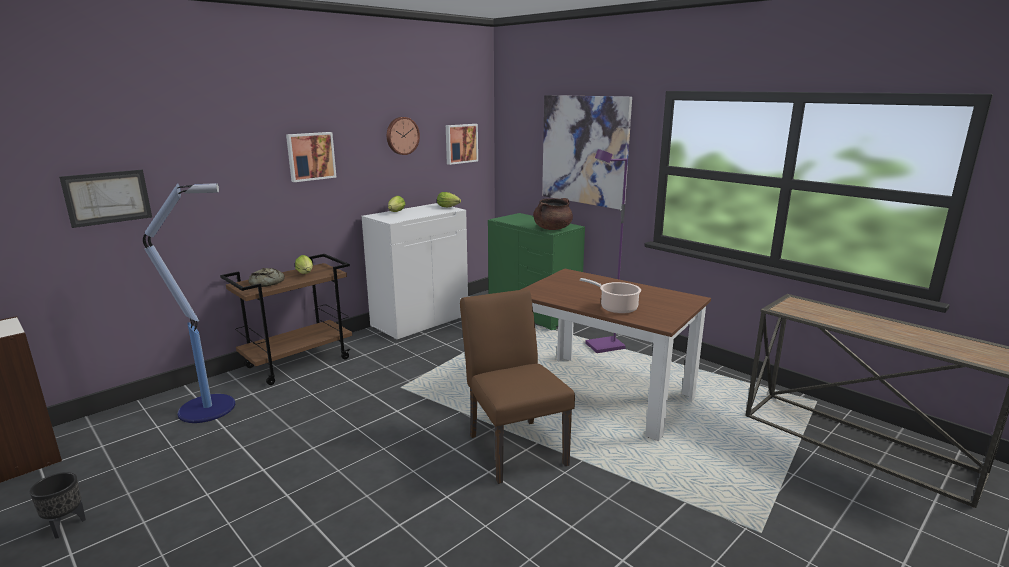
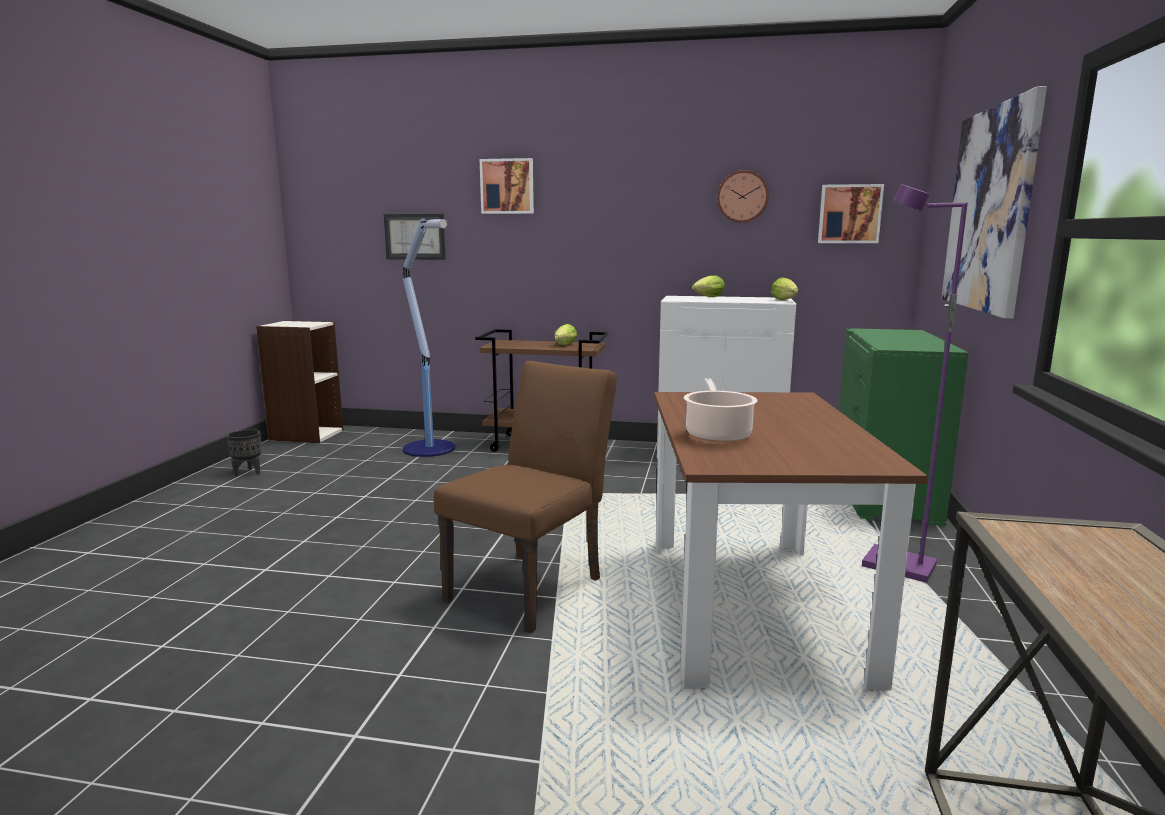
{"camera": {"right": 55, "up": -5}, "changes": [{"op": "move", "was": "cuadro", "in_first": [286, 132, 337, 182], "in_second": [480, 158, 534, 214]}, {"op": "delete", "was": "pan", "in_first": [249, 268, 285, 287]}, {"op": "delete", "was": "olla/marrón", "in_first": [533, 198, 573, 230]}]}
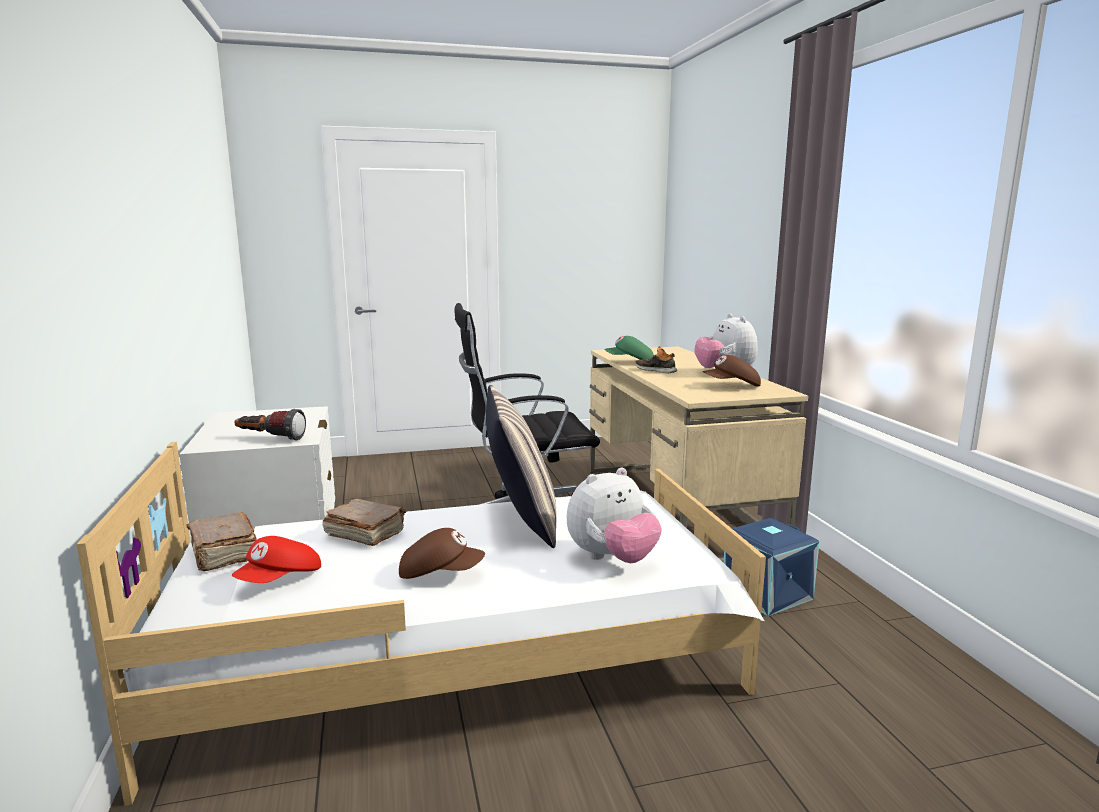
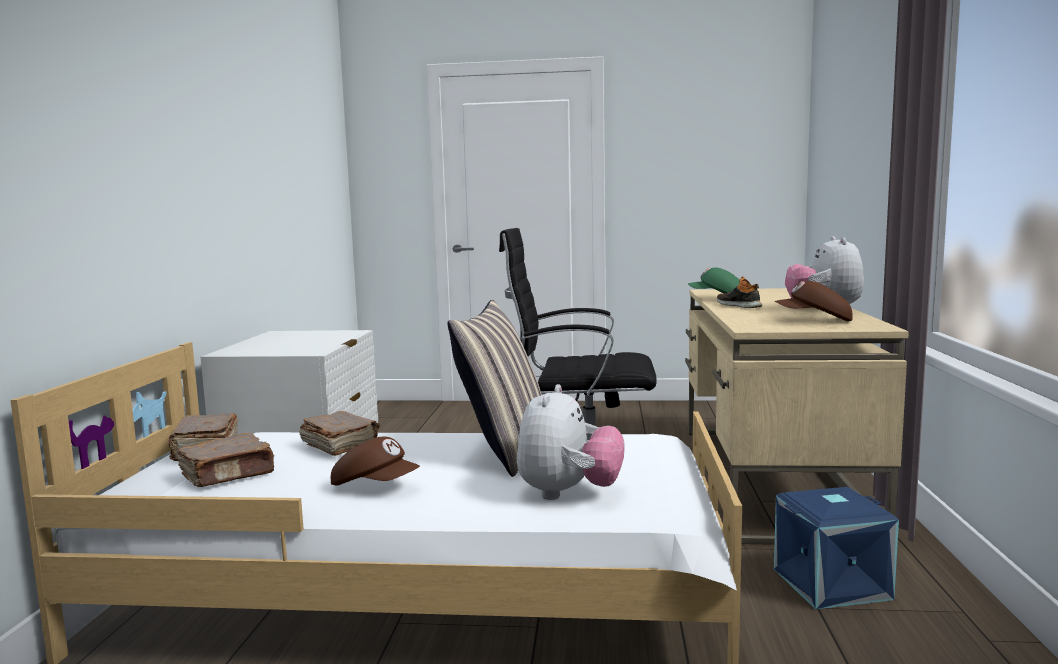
{"camera": {"right": 20, "up": -5}, "changes": [{"op": "replace", "was": "gorra/rojo", "now": "libro/marrón", "in_first": [232, 536, 321, 583], "in_second": [178, 433, 275, 487]}, {"op": "rotate", "was": "peluche", "in_first": [567, 468, 662, 563], "in_second": [517, 384, 625, 500], "clockwise": -60}, {"op": "delete", "was": "linterna", "in_first": [235, 409, 306, 440]}]}
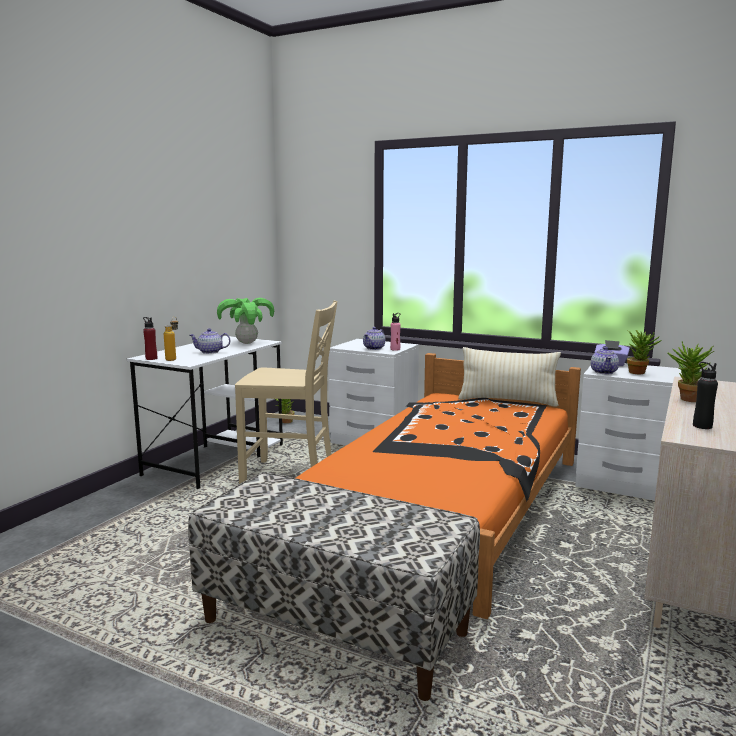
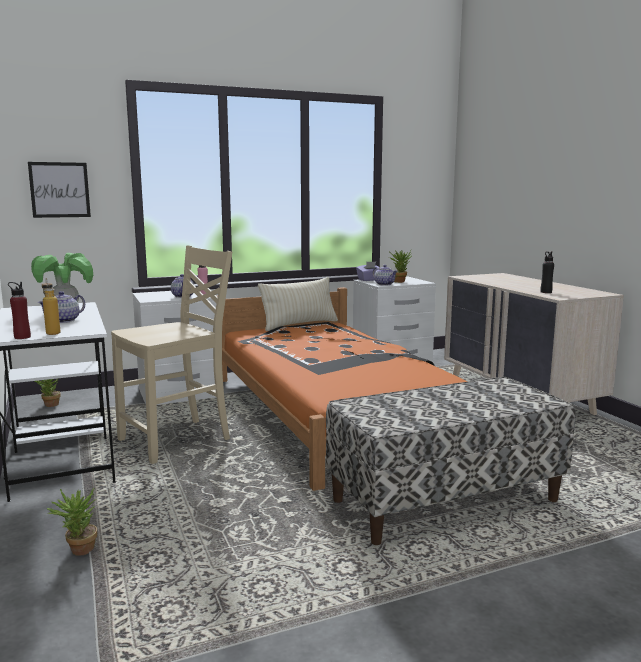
{"camera": {"right": -50, "up": 0}, "changes": [{"op": "insert", "now": "cuadro", "in_second": [28, 162, 91, 218]}, {"op": "move", "was": "planta en maceta", "in_first": [668, 341, 715, 402], "in_second": [47, 487, 97, 556]}]}
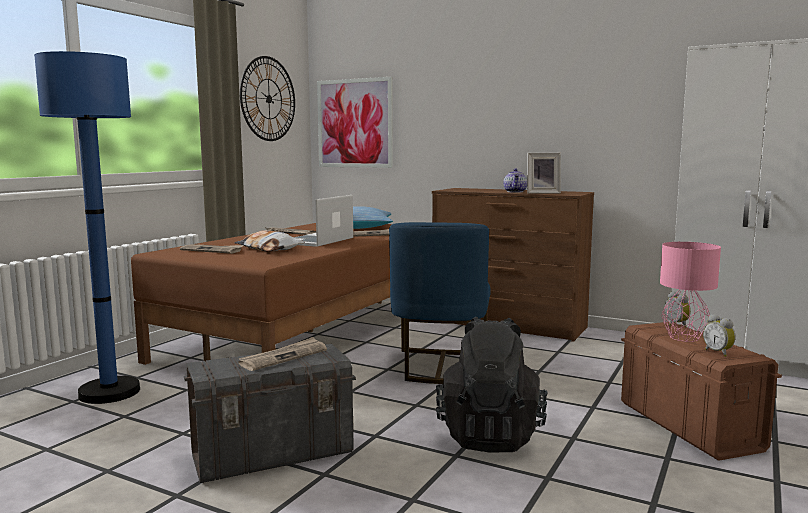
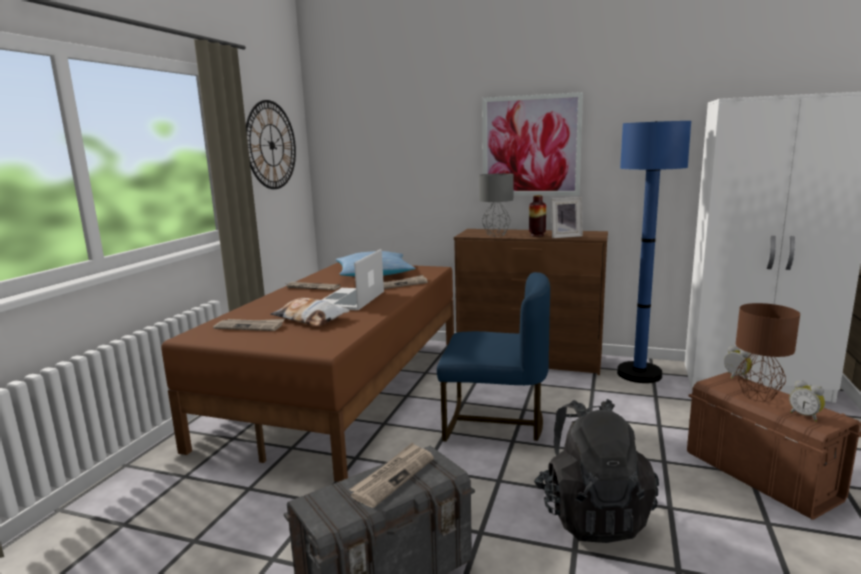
{"camera": {"right": -10, "up": 5}, "changes": [{"op": "rotate", "was": "silla/azul", "in_first": [389, 222, 491, 384], "in_second": [437, 272, 550, 442], "clockwise": -75}, {"op": "insert", "now": "lámpara de mesa/gris", "in_second": [479, 173, 514, 236]}, {"op": "move", "was": "cuadro", "in_first": [317, 77, 393, 168], "in_second": [482, 92, 583, 195]}, {"op": "replace", "was": "tetera", "now": "florero", "in_first": [503, 168, 527, 193], "in_second": [529, 195, 546, 237]}, {"op": "move", "was": "lámpara de pie/azul", "in_first": [34, 51, 140, 404], "in_second": [617, 121, 691, 383]}, {"op": "recolor", "was": "lámpara de mesa/rosa", "now": "lámpara de mesa/marrón", "in_first": [660, 242, 721, 342], "in_second": [736, 303, 800, 402]}]}
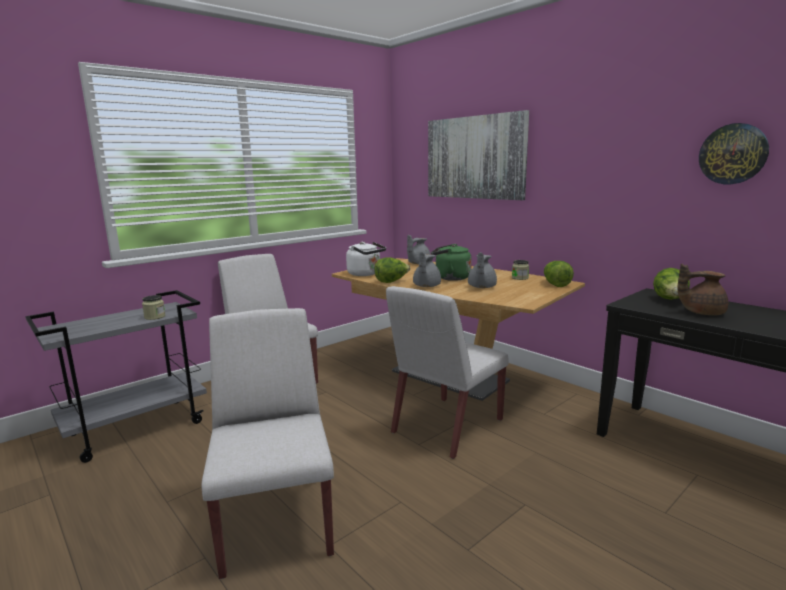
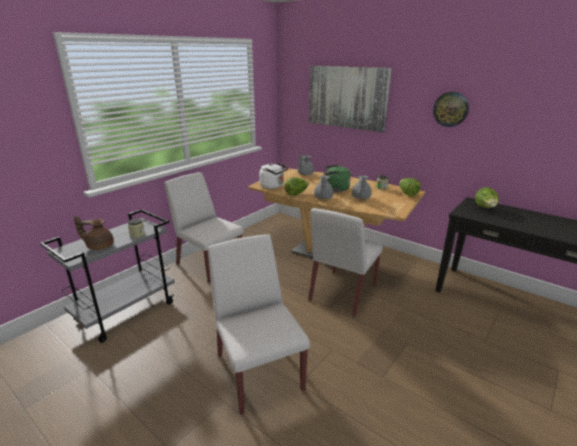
{"camera": {"right": -10, "up": 10}, "changes": [{"op": "move", "was": "tetera/marrón", "in_first": [677, 264, 728, 315], "in_second": [74, 216, 114, 250]}, {"op": "move", "was": "reloj de pared", "in_first": [699, 123, 769, 184], "in_second": [433, 92, 469, 127]}]}
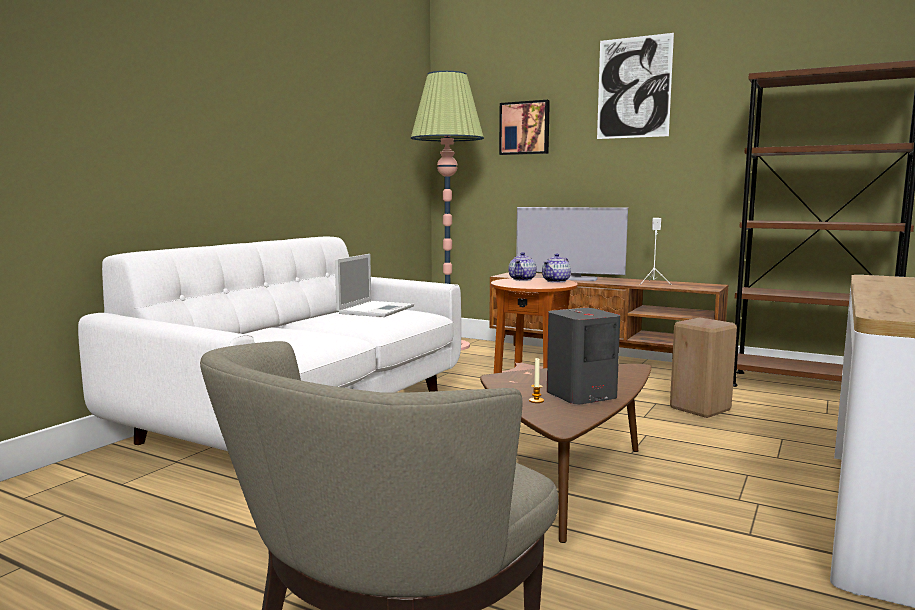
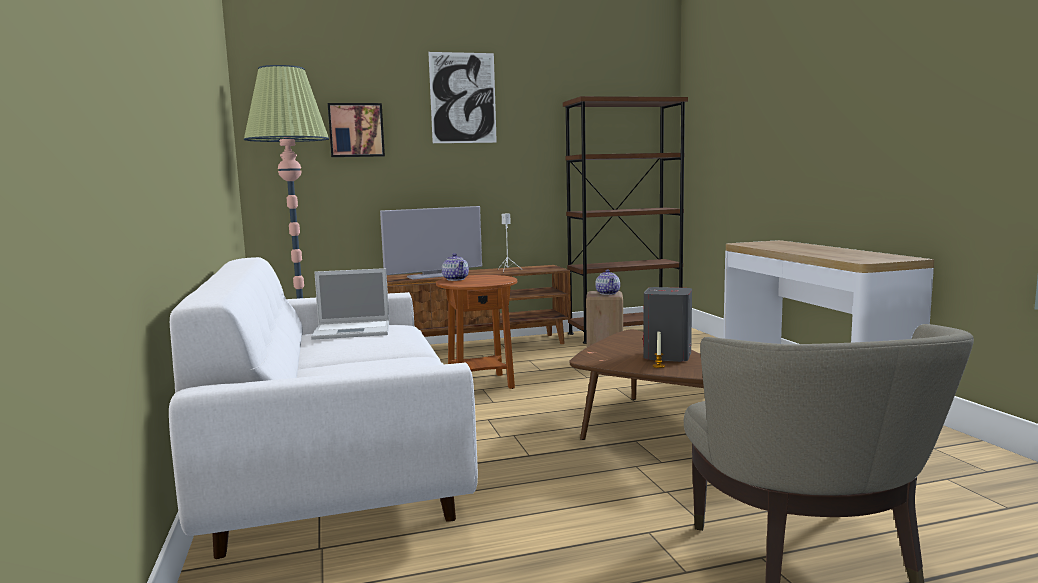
{"camera": {"right": -45, "up": 0}, "changes": [{"op": "rotate", "was": "portátil", "in_first": [335, 254, 414, 317], "in_second": [311, 268, 389, 340], "clockwise": 105}, {"op": "move", "was": "tetera", "in_first": [542, 253, 571, 283], "in_second": [595, 269, 620, 295]}]}
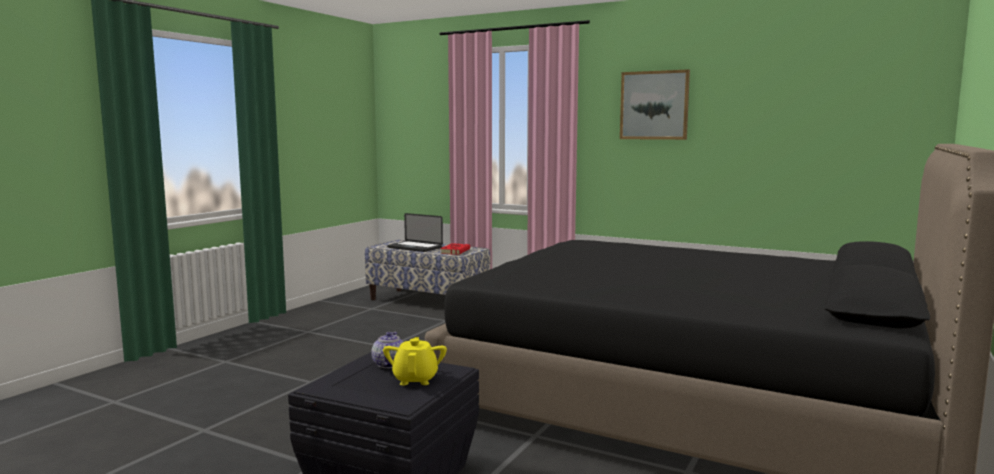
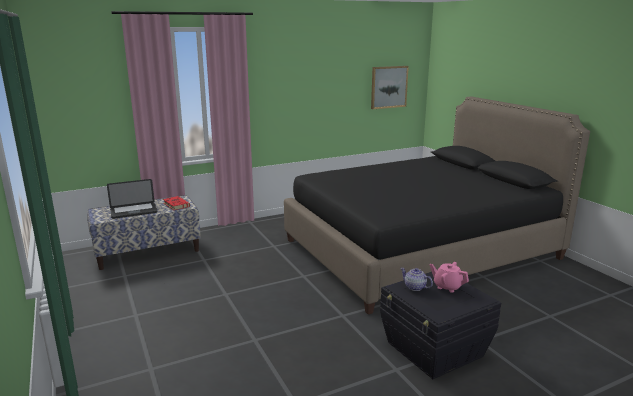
{"camera": {"right": -55, "up": 10}, "changes": [{"op": "move", "was": "cuadro", "in_first": [620, 69, 690, 140], "in_second": [371, 66, 409, 109]}, {"op": "recolor", "was": "tetera/amarillo", "now": "tetera/rosa", "in_first": [383, 337, 447, 385], "in_second": [430, 262, 469, 293]}]}
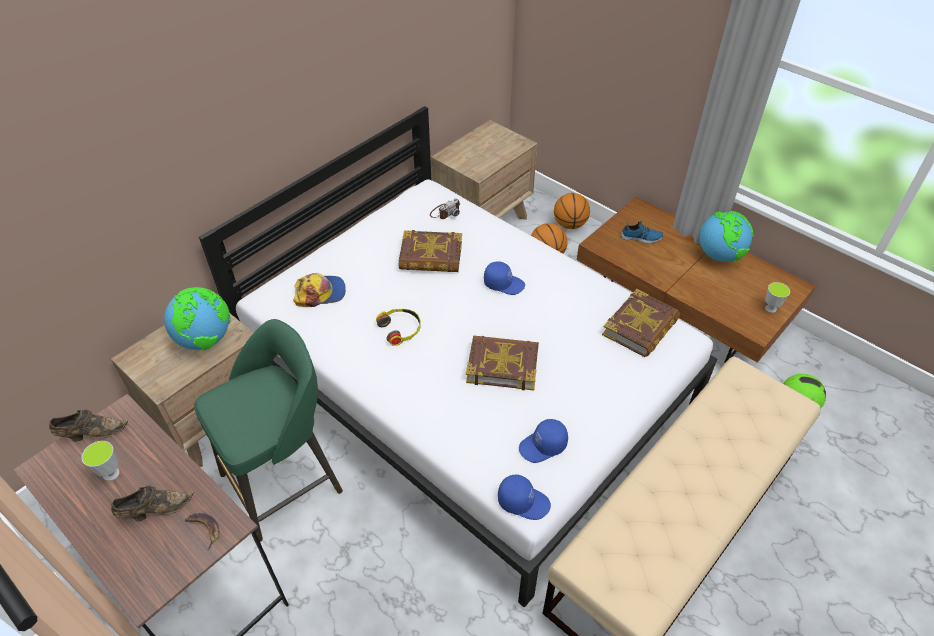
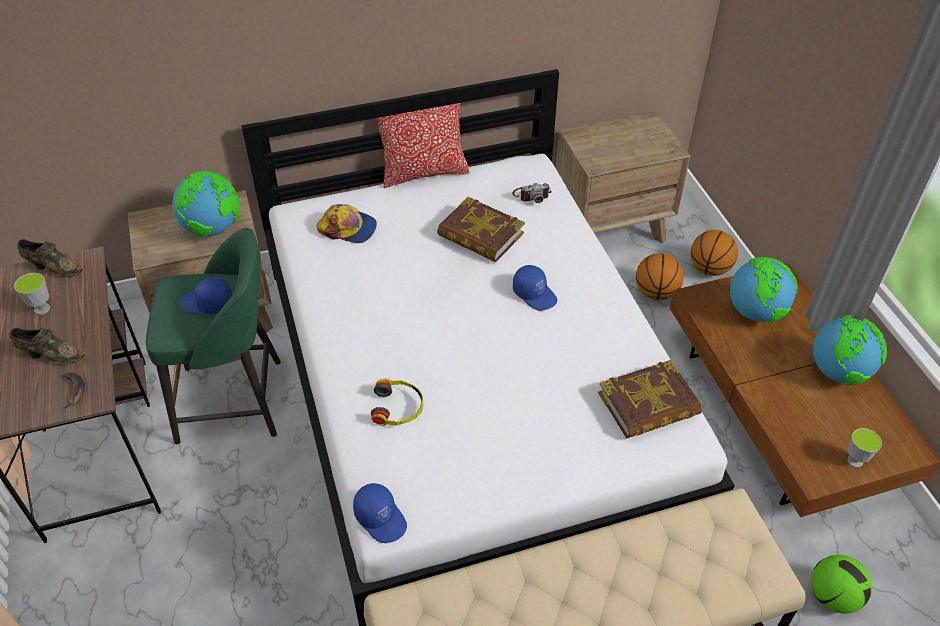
{"camera": {"right": 30, "up": 0}, "changes": [{"op": "move", "was": "gorra/azul", "in_first": [519, 419, 568, 463], "in_second": [180, 277, 232, 314]}, {"op": "move", "was": "auriculares", "in_first": [376, 309, 421, 346], "in_second": [371, 378, 423, 426]}, {"op": "insert", "now": "cojín", "in_second": [376, 103, 469, 188]}, {"op": "replace", "was": "zapato", "now": "globo terráqueo", "in_first": [621, 220, 664, 243], "in_second": [730, 257, 798, 323]}, {"op": "delete", "was": "libro", "in_first": [466, 335, 539, 391]}]}
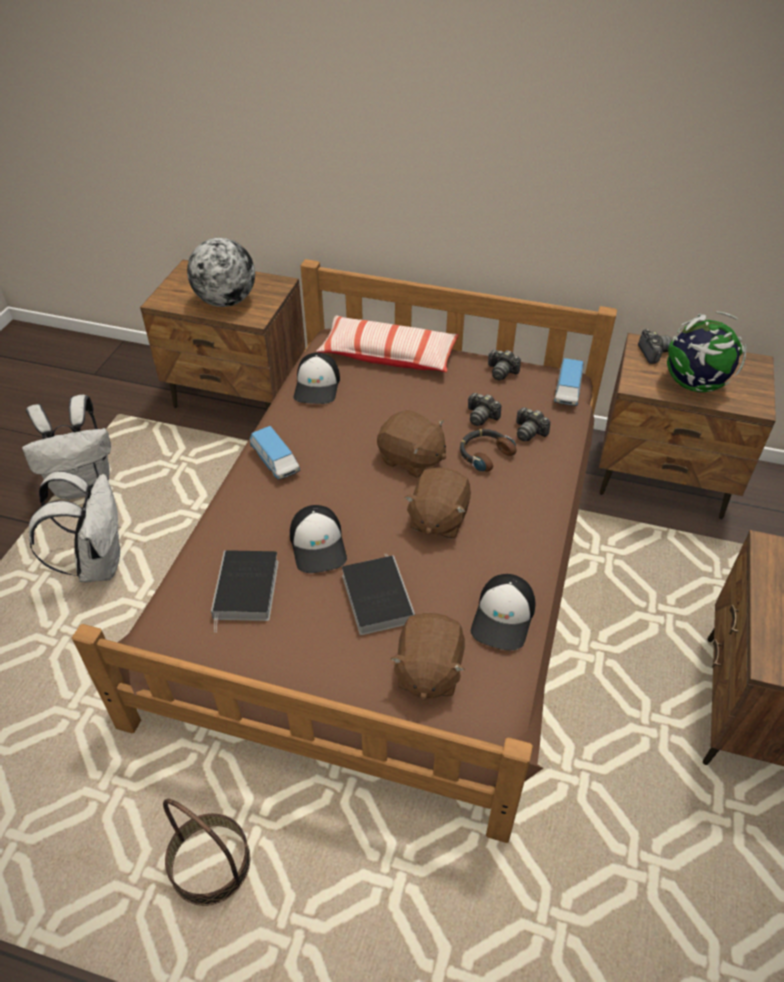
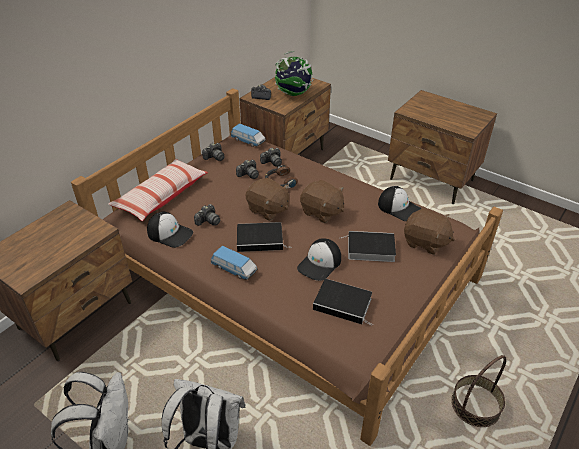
{"camera": {"right": -70, "up": -5}, "changes": [{"op": "insert", "now": "cámara", "in_second": [194, 204, 220, 226]}, {"op": "rotate", "was": "coche de juguete", "in_first": [250, 426, 300, 480], "in_second": [211, 246, 258, 280], "clockwise": 45}, {"op": "insert", "now": "libro", "in_second": [237, 222, 289, 252]}, {"op": "rotate", "was": "peluche/marrón", "in_first": [377, 410, 446, 478], "in_second": [246, 178, 289, 221], "clockwise": 75}, {"op": "rotate", "was": "gorra", "in_first": [290, 505, 347, 573], "in_second": [297, 238, 341, 281], "clockwise": 120}, {"op": "delete", "was": "globo terráqueo", "in_first": [187, 238, 255, 307]}]}
